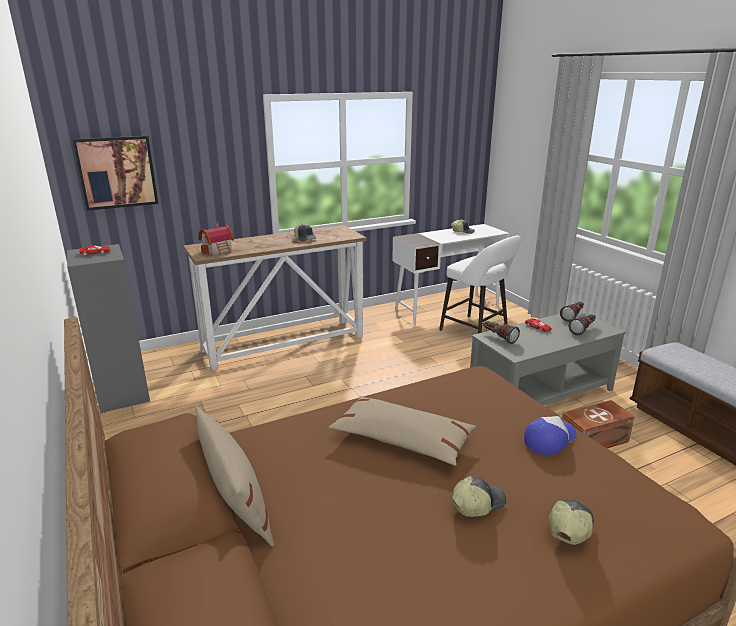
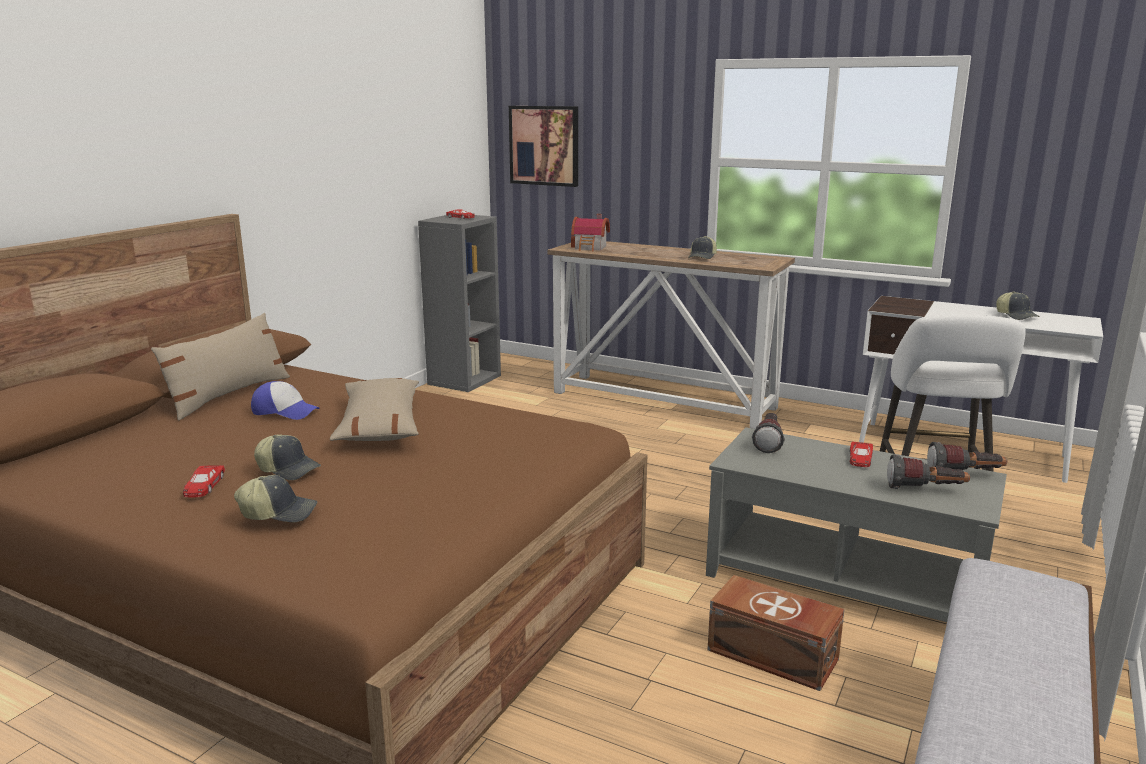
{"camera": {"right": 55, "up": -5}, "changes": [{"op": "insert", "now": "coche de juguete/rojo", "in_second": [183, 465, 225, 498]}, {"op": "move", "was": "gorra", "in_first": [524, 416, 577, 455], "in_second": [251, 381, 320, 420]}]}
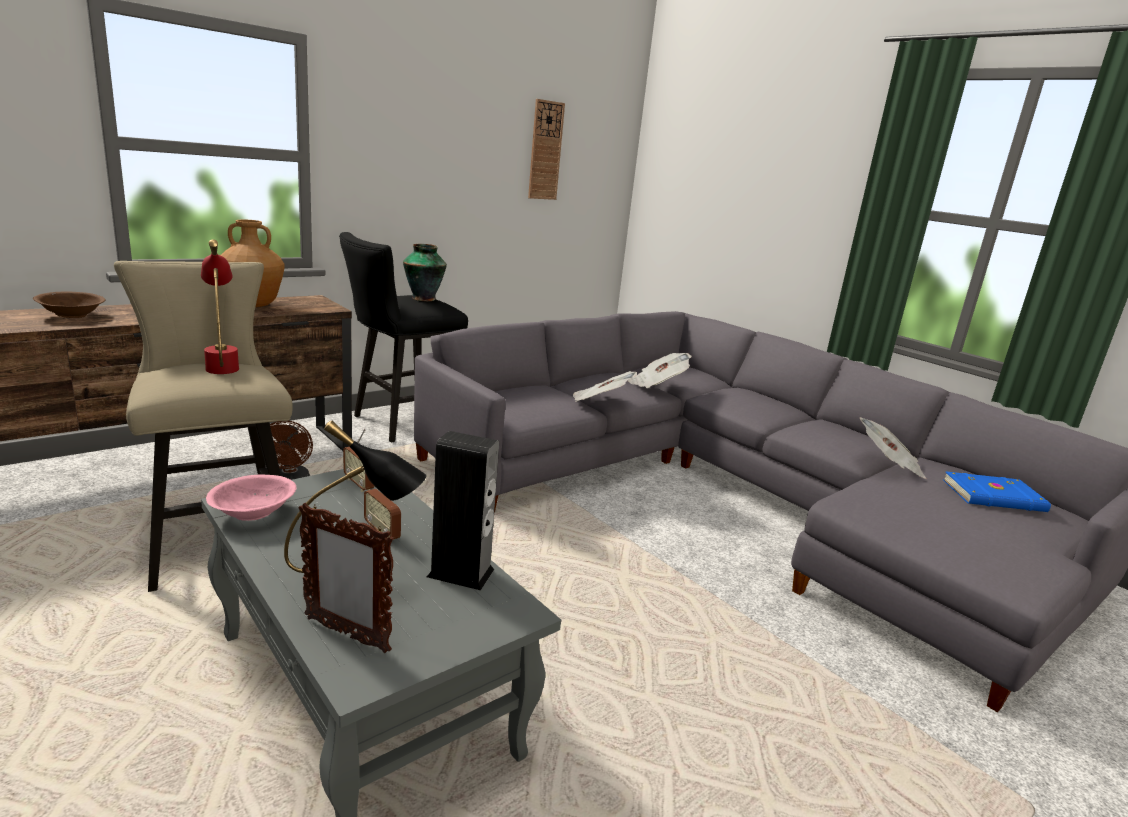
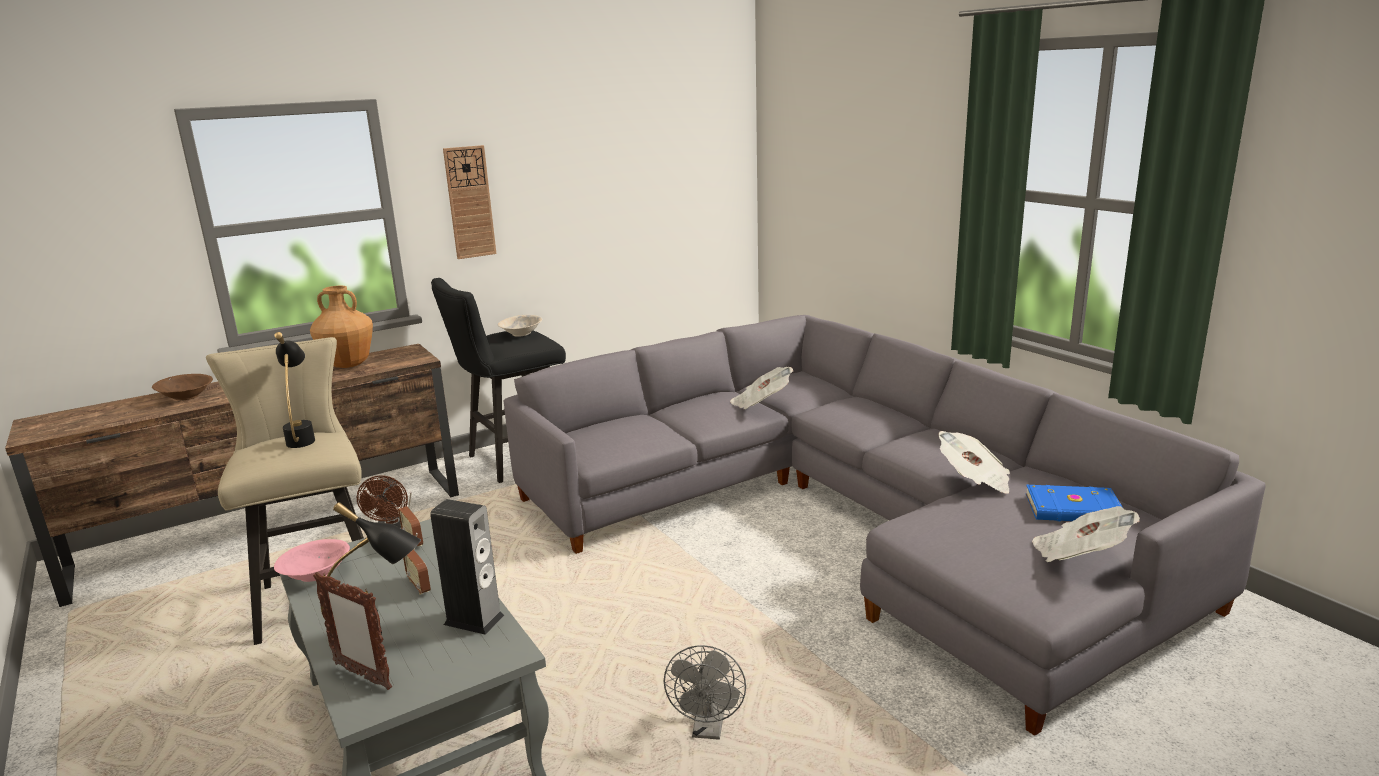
{"camera": {"right": 10, "up": 0}, "changes": [{"op": "recolor", "was": "lámpara de mesa/rojo", "now": "lámpara de mesa/negro", "in_first": [201, 239, 239, 374], "in_second": [274, 332, 315, 448]}, {"op": "move", "was": "reloj de pared", "in_first": [528, 99, 565, 200], "in_second": [443, 145, 497, 259]}, {"op": "replace", "was": "florero", "now": "cuenco/beis", "in_first": [403, 244, 447, 301], "in_second": [498, 315, 542, 337]}, {"op": "insert", "now": "ventilador/gris", "in_second": [663, 645, 746, 740]}, {"op": "move", "was": "periódico", "in_first": [573, 371, 637, 402], "in_second": [1032, 506, 1140, 562]}]}
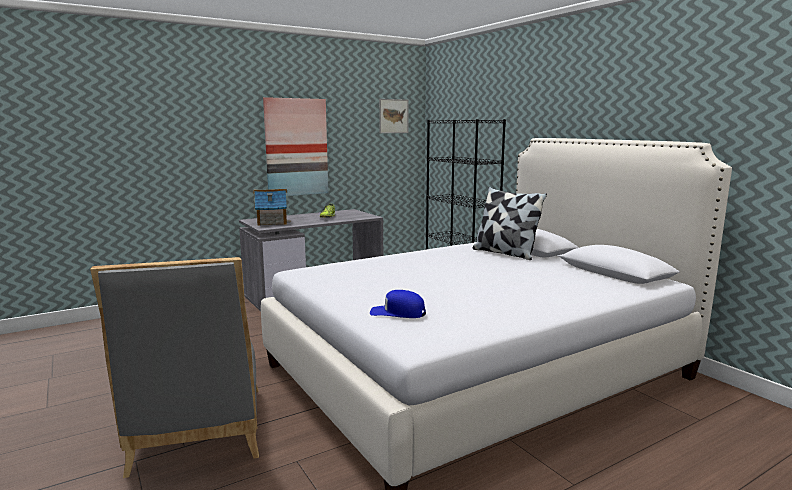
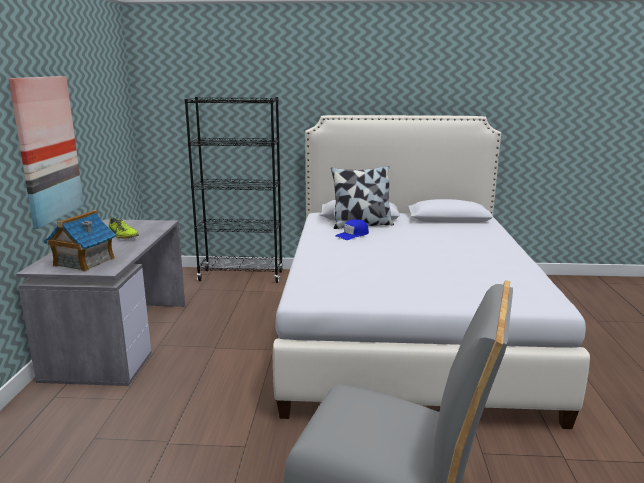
{"camera": {"right": -55, "up": 5}, "changes": [{"op": "move", "was": "gorra/azul", "in_first": [370, 290, 426, 318], "in_second": [335, 219, 369, 240]}, {"op": "delete", "was": "cuadro", "in_first": [379, 99, 409, 133]}]}
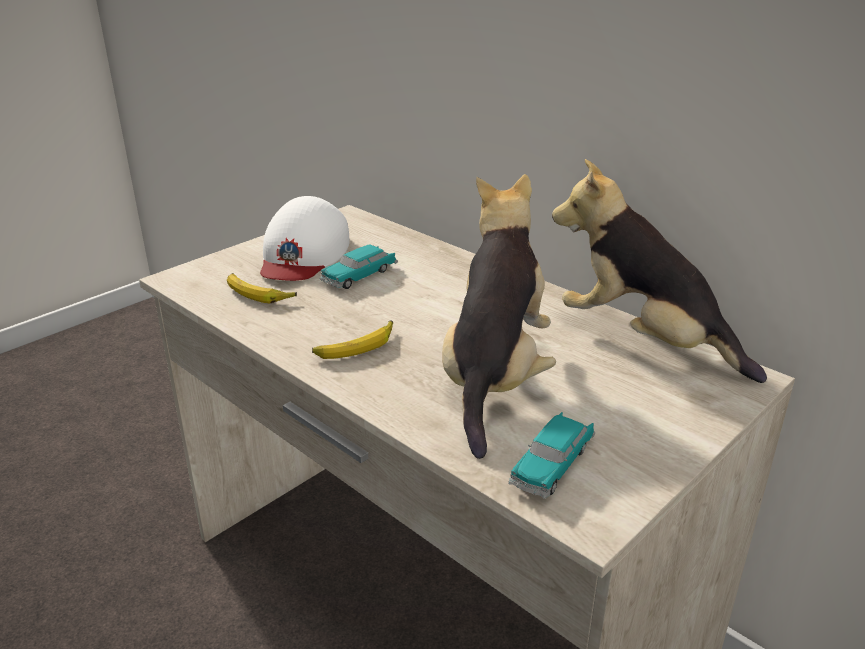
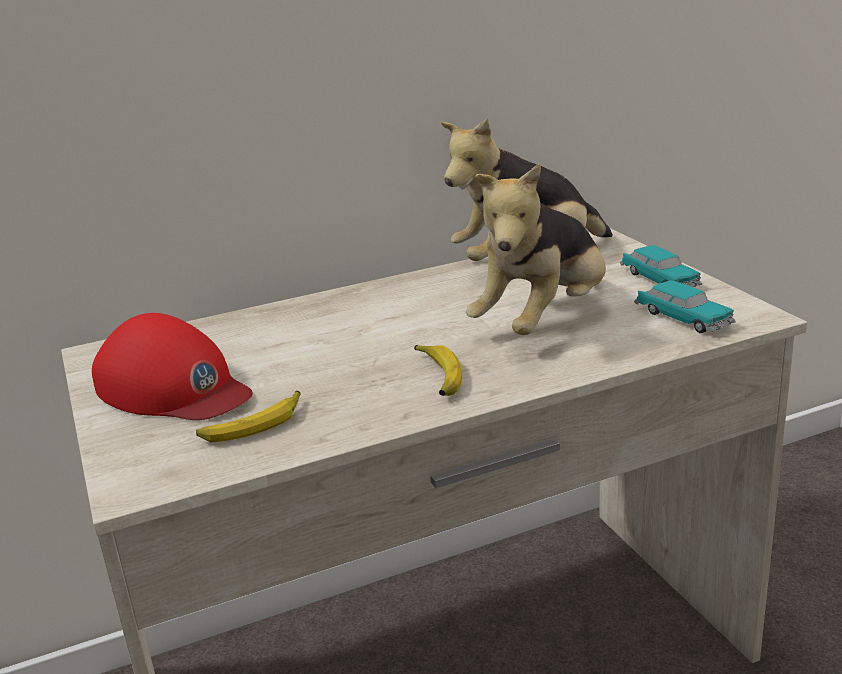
{"camera": {"right": -65, "up": -5}, "changes": [{"op": "recolor", "was": "gorra/blanco", "now": "gorra/rojo", "in_first": [260, 196, 350, 281], "in_second": [92, 313, 253, 420]}, {"op": "rotate", "was": "peluche", "in_first": [442, 174, 556, 459], "in_second": [466, 163, 606, 335], "clockwise": -90}, {"op": "move", "was": "coche de juguete", "in_first": [319, 245, 398, 289], "in_second": [620, 245, 702, 287]}]}
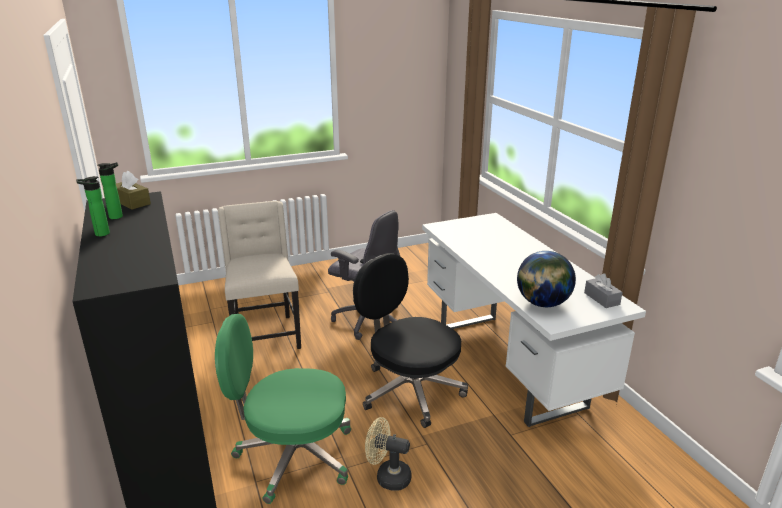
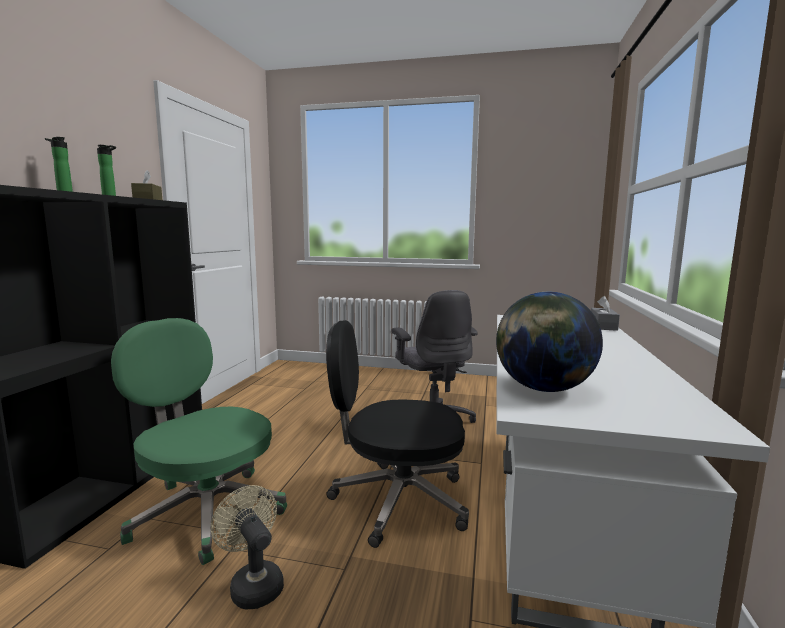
{"camera": {"right": 35, "up": -15}, "changes": [{"op": "rotate", "was": "silla de oficina/negro", "in_first": [353, 253, 468, 428], "in_second": [326, 320, 469, 548], "clockwise": -75}, {"op": "move", "was": "caja de pañuelos/gris", "in_first": [584, 273, 623, 308], "in_second": [591, 296, 620, 331]}, {"op": "delete", "was": "silla/beis", "in_first": [218, 201, 301, 349]}]}
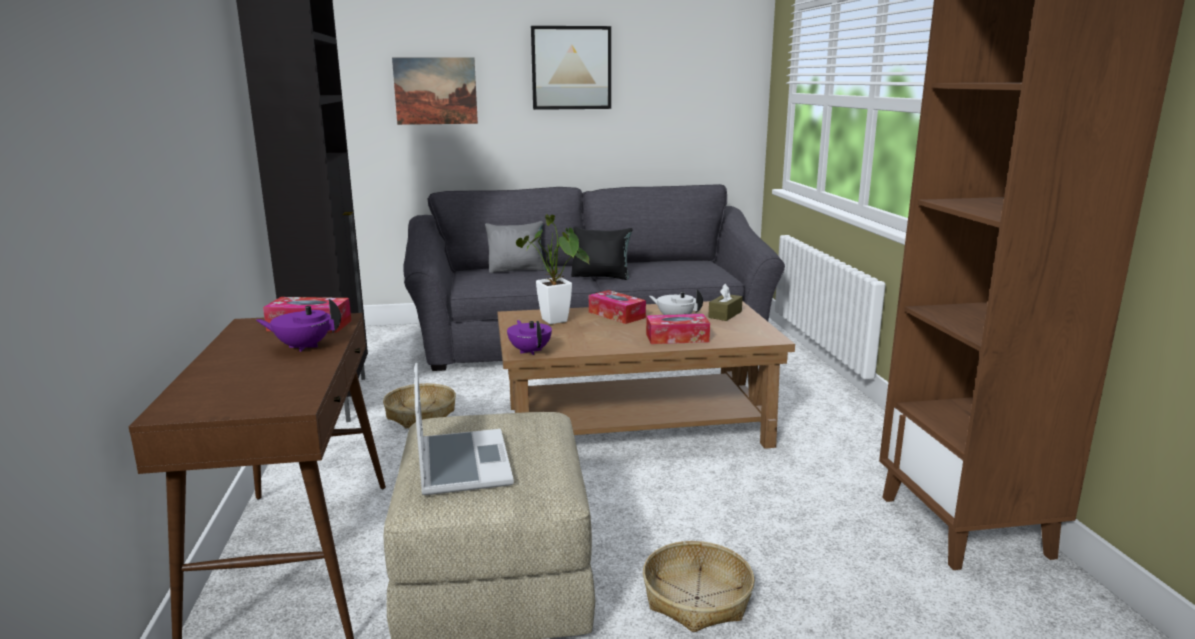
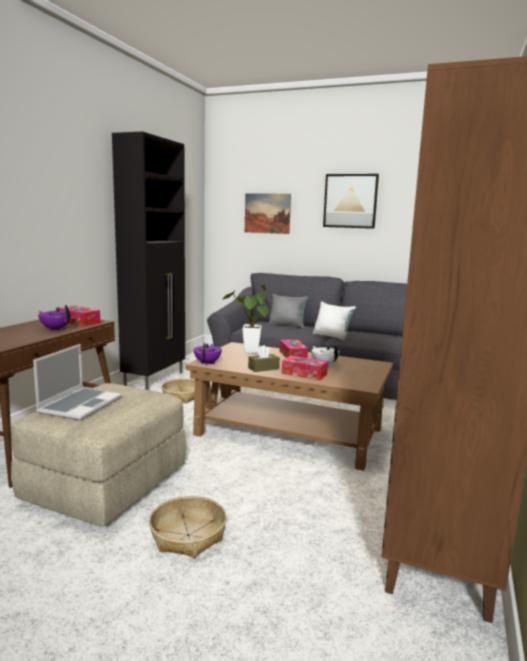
{"camera": {"right": 30, "up": -5}, "changes": [{"op": "move", "was": "caja de pañuelos/marrón", "in_first": [708, 283, 743, 321], "in_second": [248, 345, 280, 372]}, {"op": "recolor", "was": "cojín/negro", "now": "cojín/blanco", "in_first": [571, 227, 632, 280], "in_second": [313, 301, 356, 341]}]}
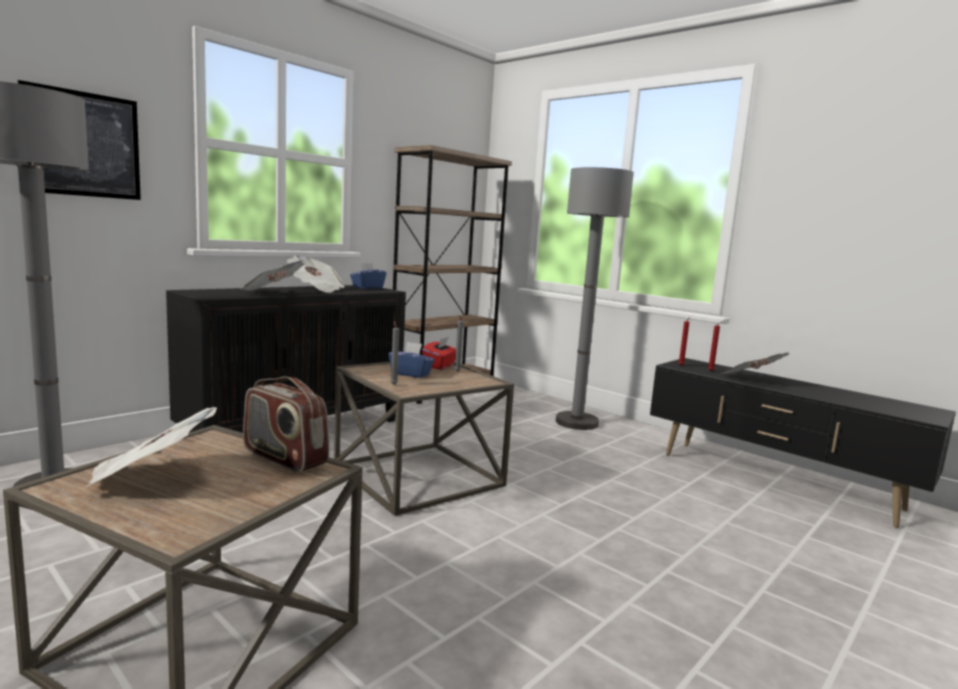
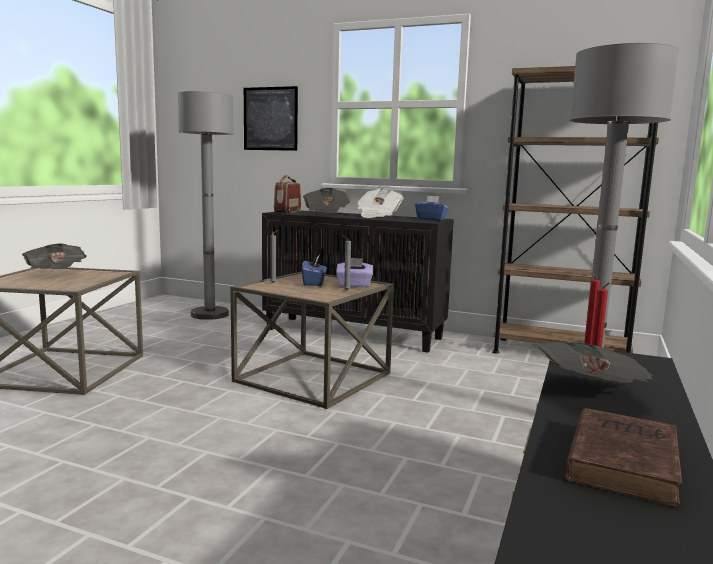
{"camera": {"right": 70, "up": 0}, "changes": [{"op": "move", "was": "radio", "in_first": [243, 376, 329, 472], "in_second": [274, 175, 301, 213]}, {"op": "recolor", "was": "caja de pañuelos/rojo", "now": "caja de pañuelos/morado", "in_first": [422, 337, 456, 370], "in_second": [336, 258, 373, 287]}, {"op": "insert", "now": "libro/marrón", "in_second": [565, 408, 682, 507]}]}
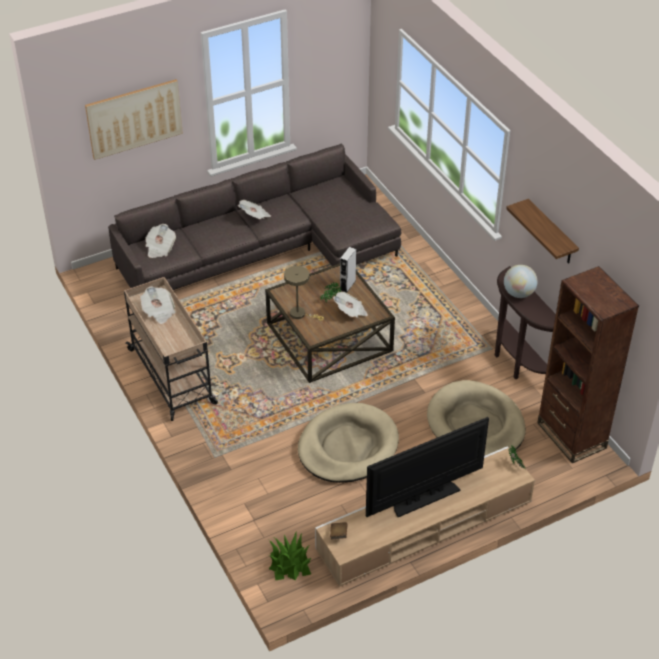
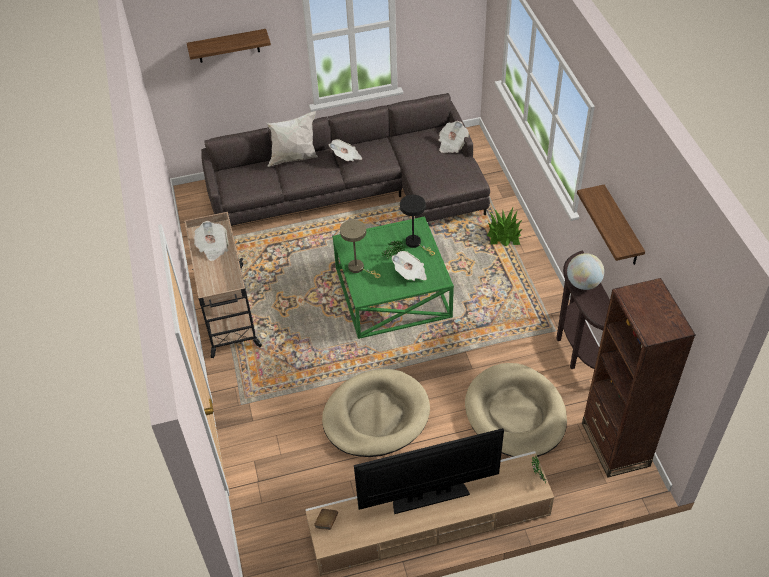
{"camera": {"right": 15, "up": 5}, "changes": [{"op": "replace", "was": "cuadro", "now": "estante", "in_first": [85, 79, 183, 160], "in_second": [187, 29, 271, 63]}, {"op": "insert", "now": "cojín/blanco", "in_second": [267, 111, 318, 167]}, {"op": "recolor", "was": "mesa de centro/marrón", "now": "mesa de centro/verde", "in_first": [265, 263, 395, 383], "in_second": [332, 216, 454, 339]}, {"op": "replace", "was": "altavoz/gris", "now": "lámpara de mesa/negro", "in_first": [340, 247, 356, 293], "in_second": [400, 195, 435, 256]}, {"op": "move", "was": "periódico", "in_first": [145, 224, 176, 258], "in_second": [438, 121, 469, 153]}, {"op": "move", "was": "planta en maceta", "in_first": [269, 532, 311, 581], "in_second": [486, 208, 522, 246]}]}
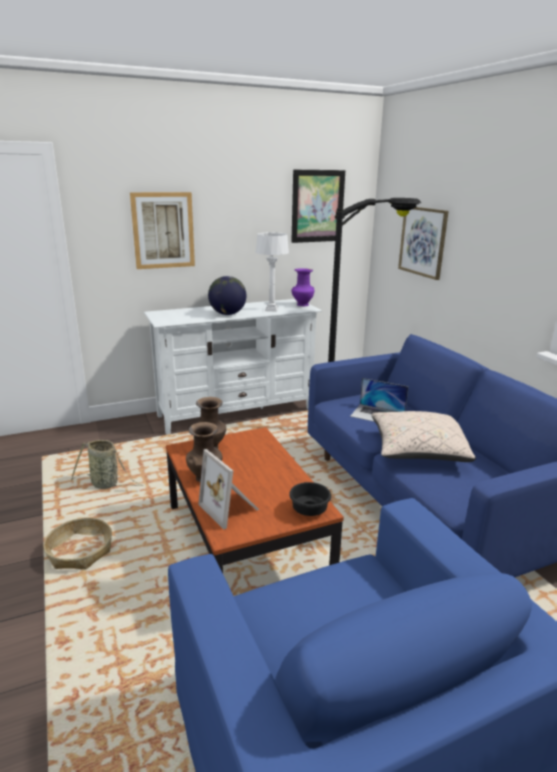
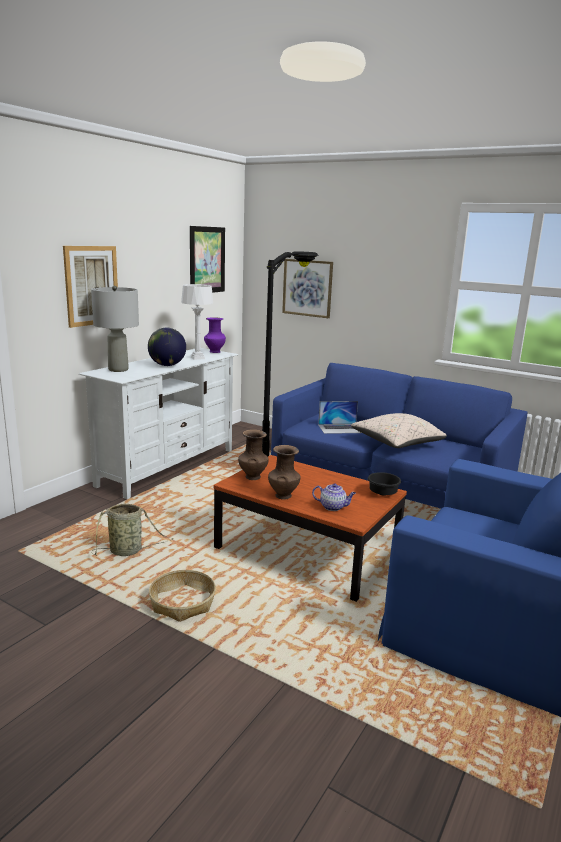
{"camera": {"right": -35, "up": -5}, "changes": [{"op": "insert", "now": "lámpara de mesa/gris", "in_second": [91, 286, 139, 372]}, {"op": "replace", "was": "portarretratos", "now": "tetera", "in_first": [198, 449, 259, 530], "in_second": [312, 483, 356, 511]}]}
